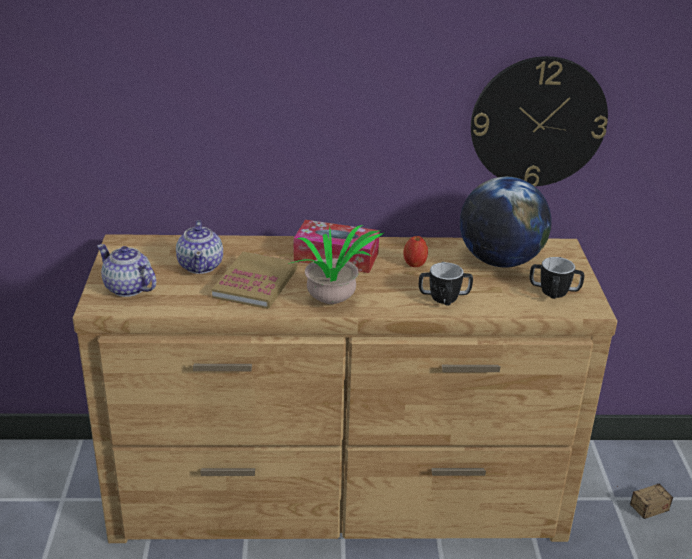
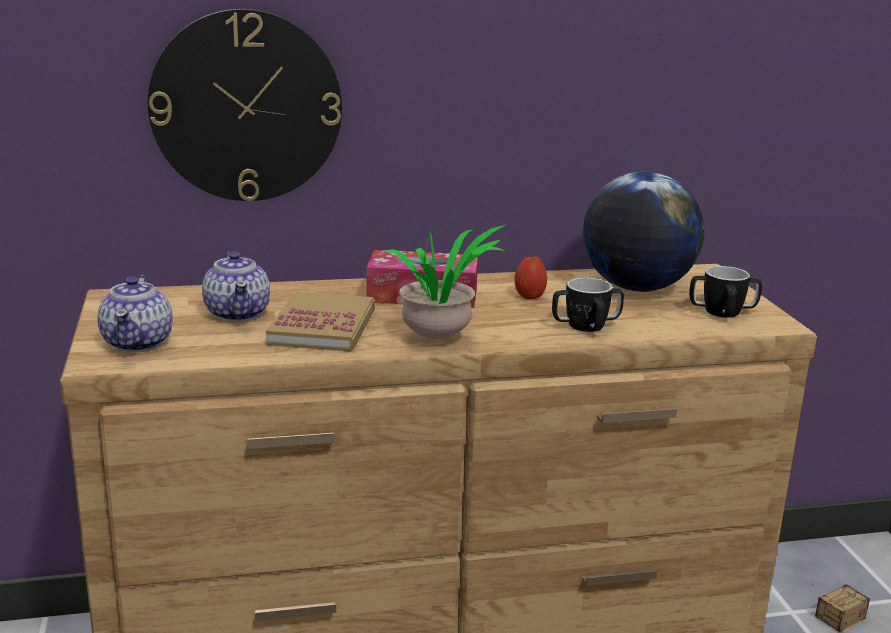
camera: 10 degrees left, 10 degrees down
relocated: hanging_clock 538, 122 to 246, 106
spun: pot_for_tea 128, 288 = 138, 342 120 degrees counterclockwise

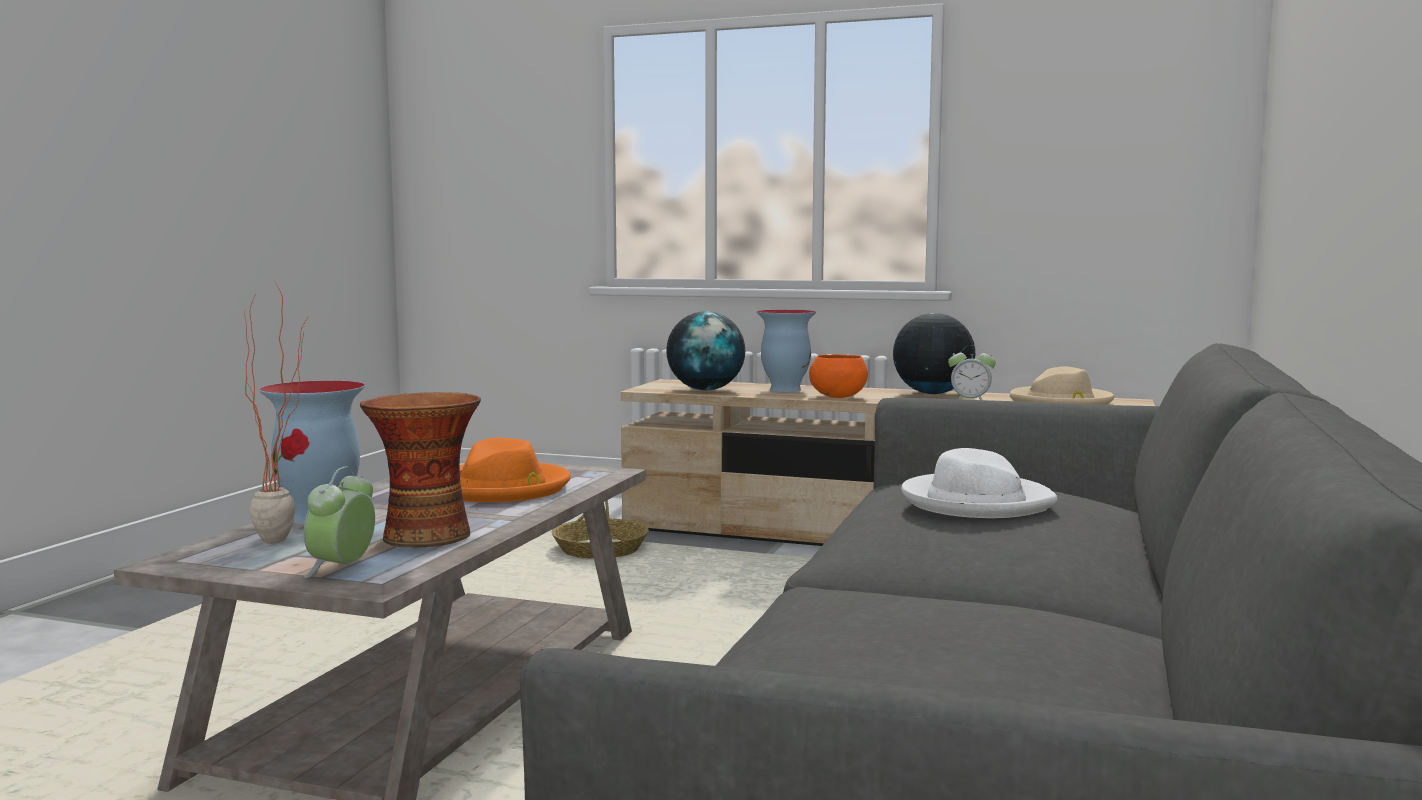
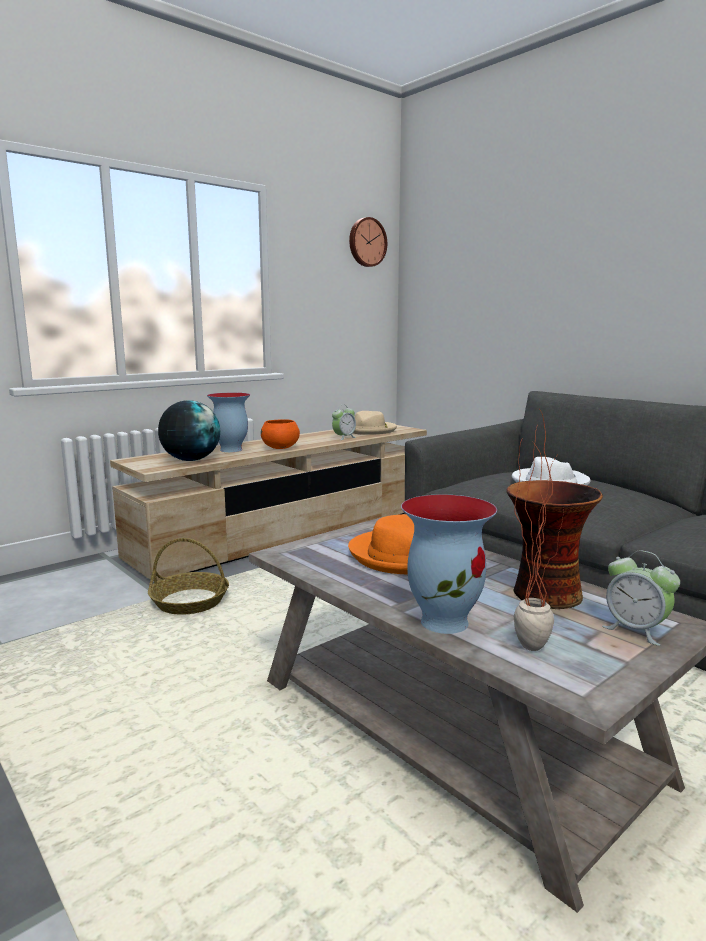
camera: 60 degrees left, 5 degrees up
missing: world_globe 932, 393
appeared: hanging_clock 366, 242

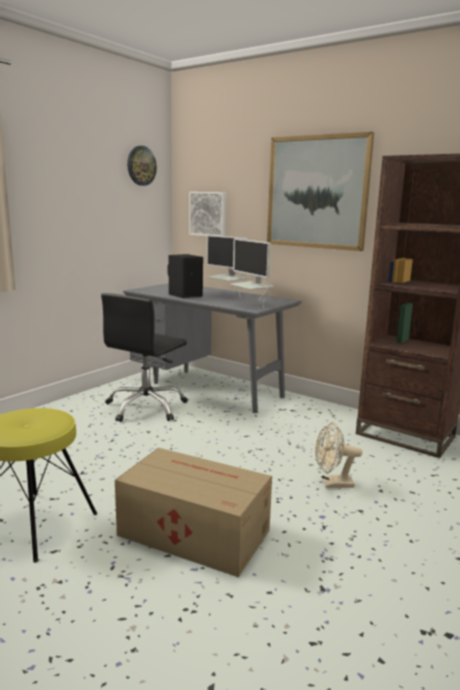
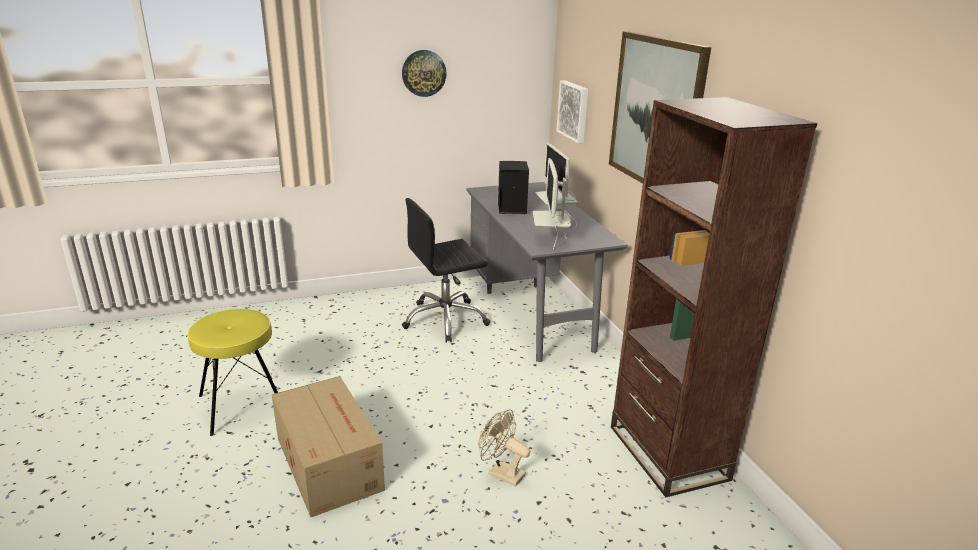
camera: 35 degrees right, 10 degrees up
relocated: hanging_clock 141, 165 to 423, 73

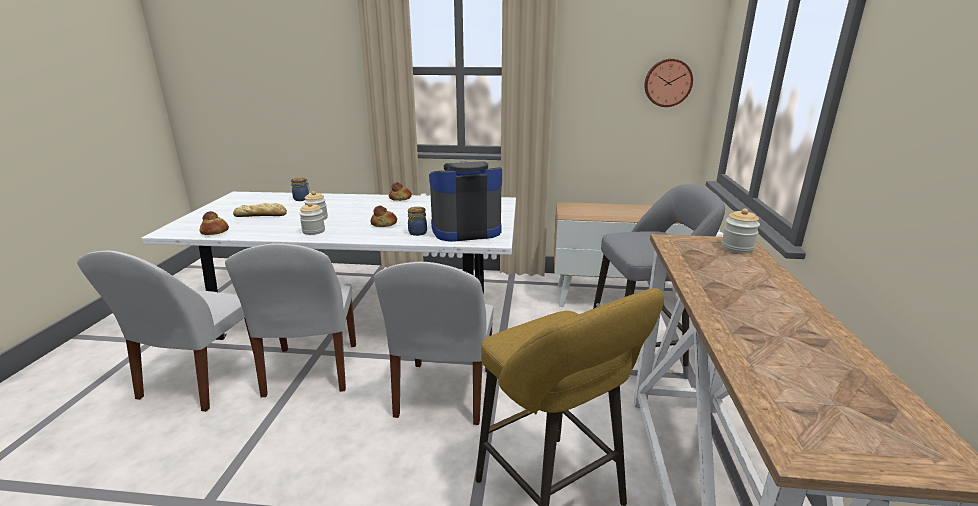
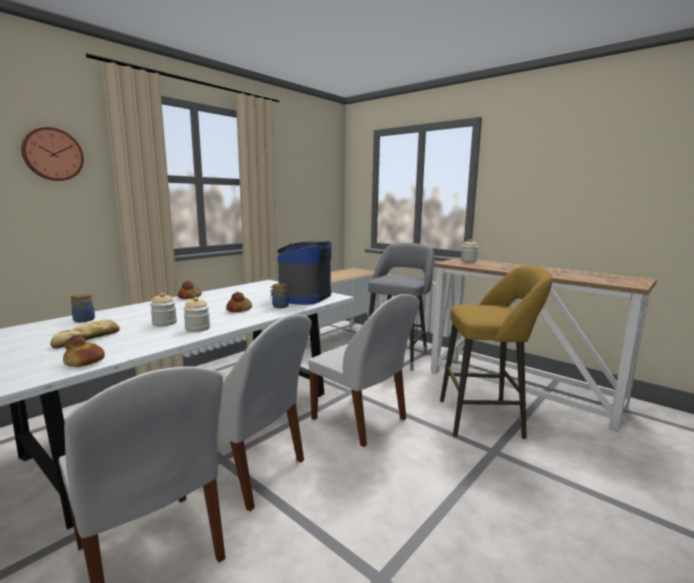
camera: 55 degrees left, 10 degrees down
relocated: hanging_clock 667, 83 to 52, 154

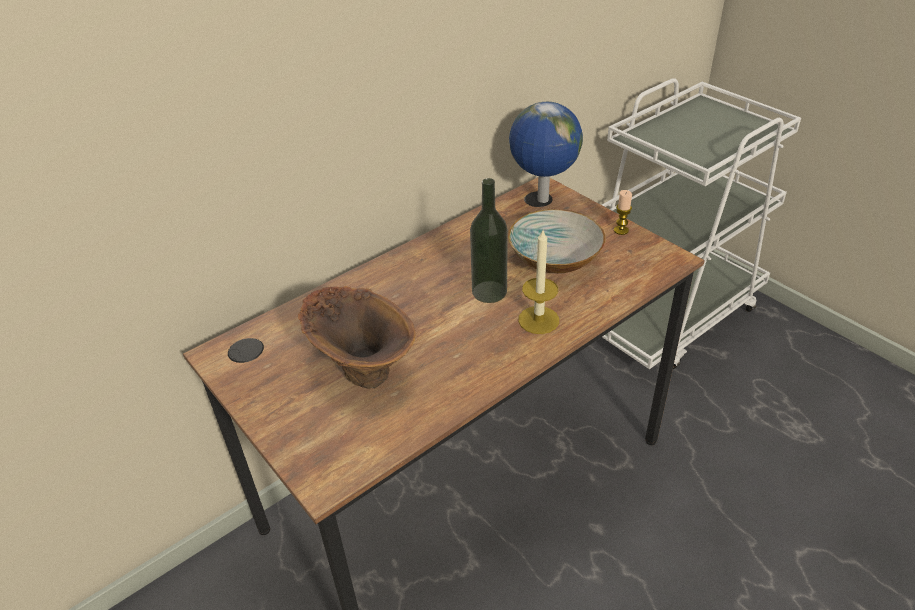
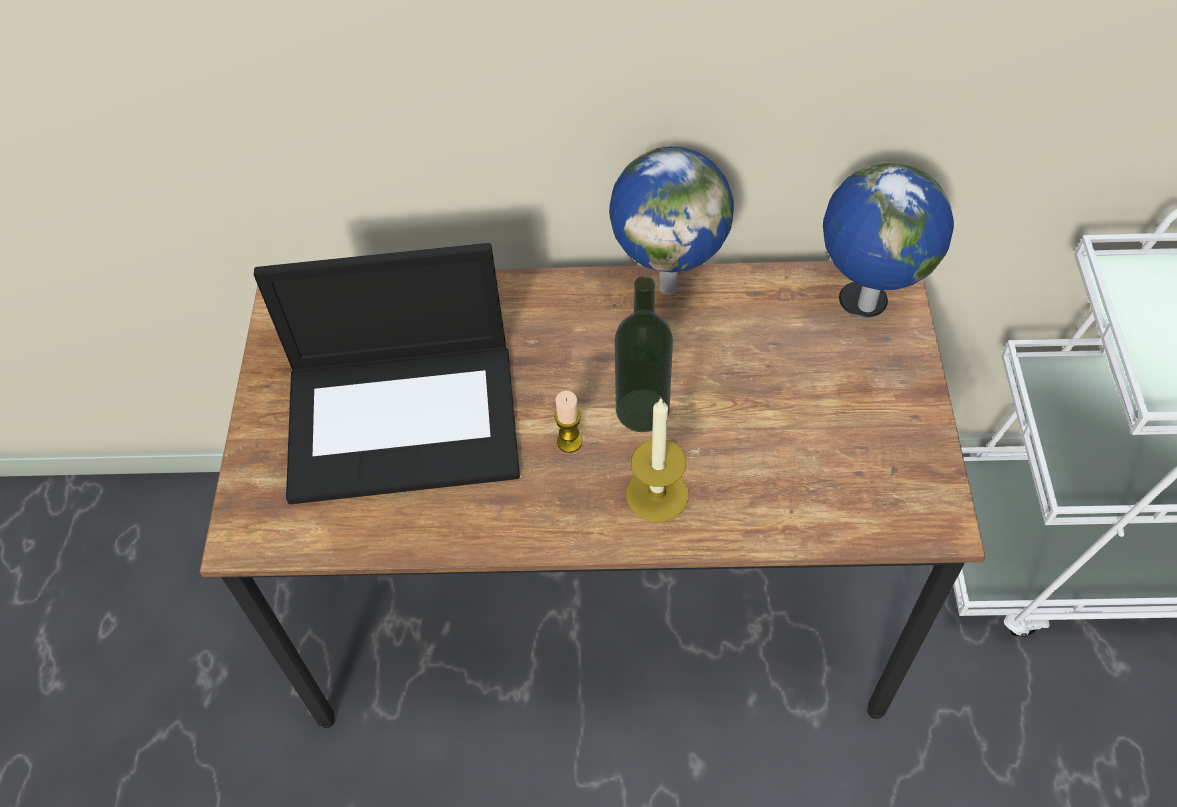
camera: 40 degrees right, 15 degrees up
missing: deep_dish 554, 259
appeared: world_globe 668, 285
relocated: wax_candle 621, 230 to 569, 442
exchanged: brown-coloured_decorative_vase 363, 367 to notebook_computer 405, 419

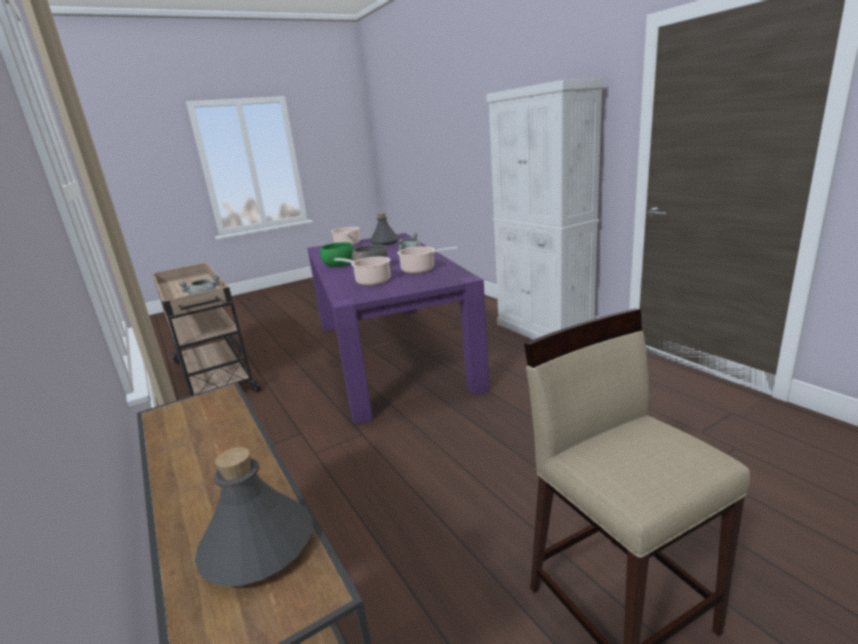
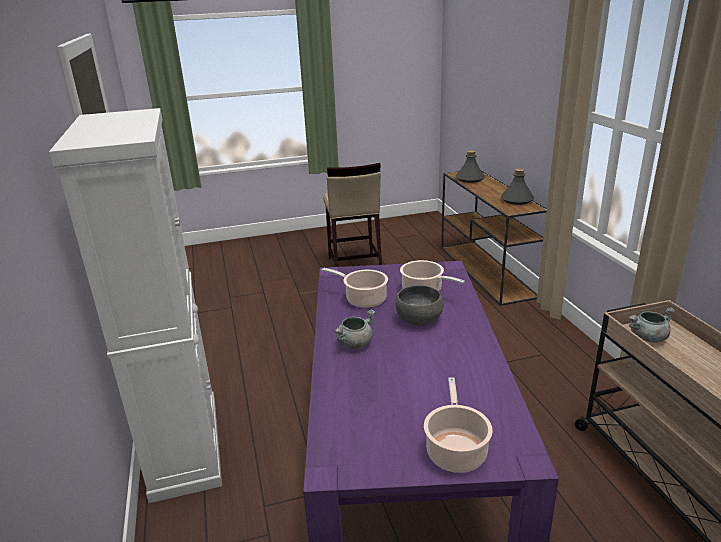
camera: 165 degrees left, 5 degrees up
missing: greenish_deep_dish 339, 265
relocated: gray_bottle 385, 242 to 516, 200

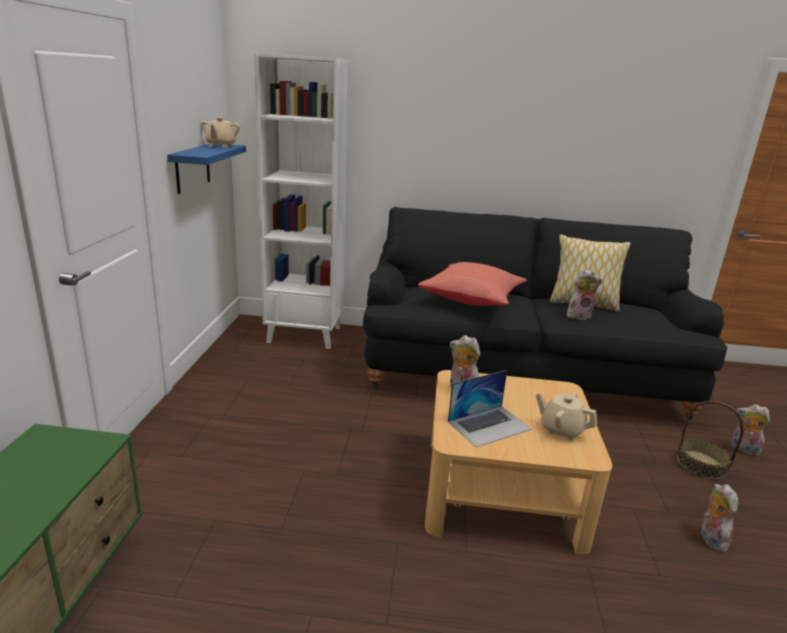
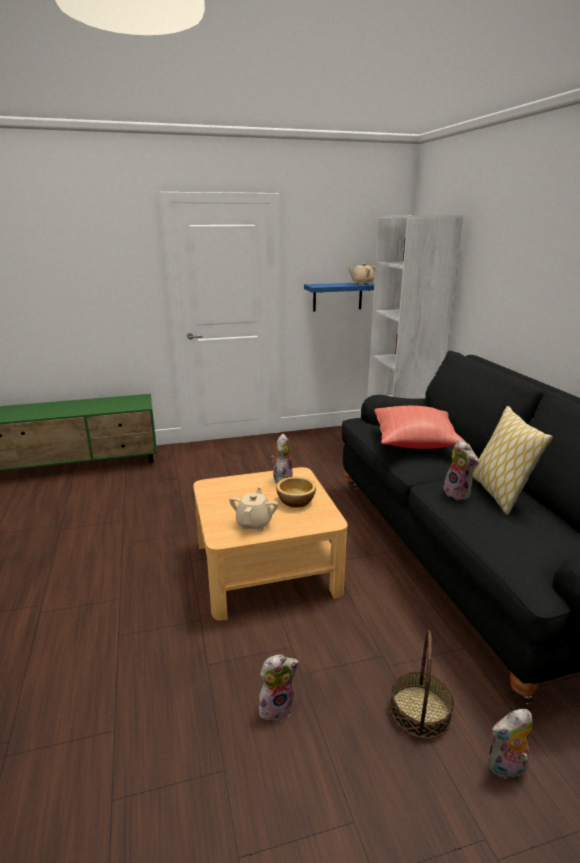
camera: 70 degrees right, 0 degrees up
missing: notebook_computer 489, 425
appeared: deep_dish 296, 501
spun: soft_toy 743, 449 = 506, 768 120 degrees counterclockwise

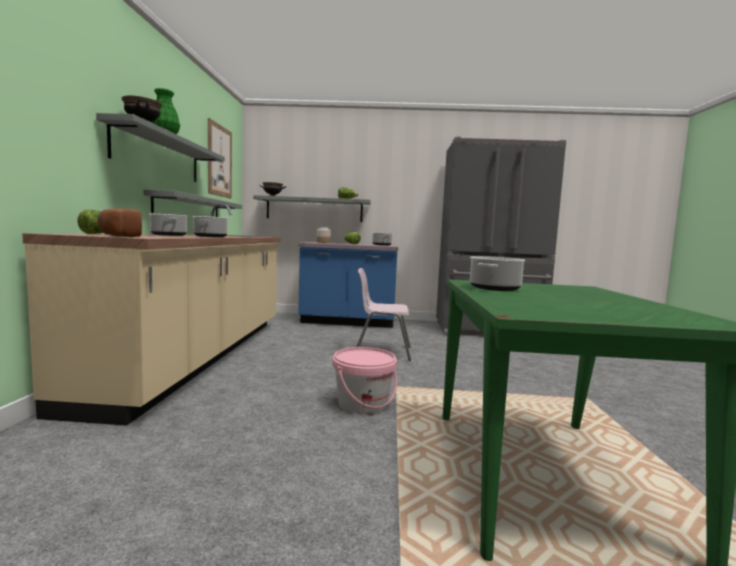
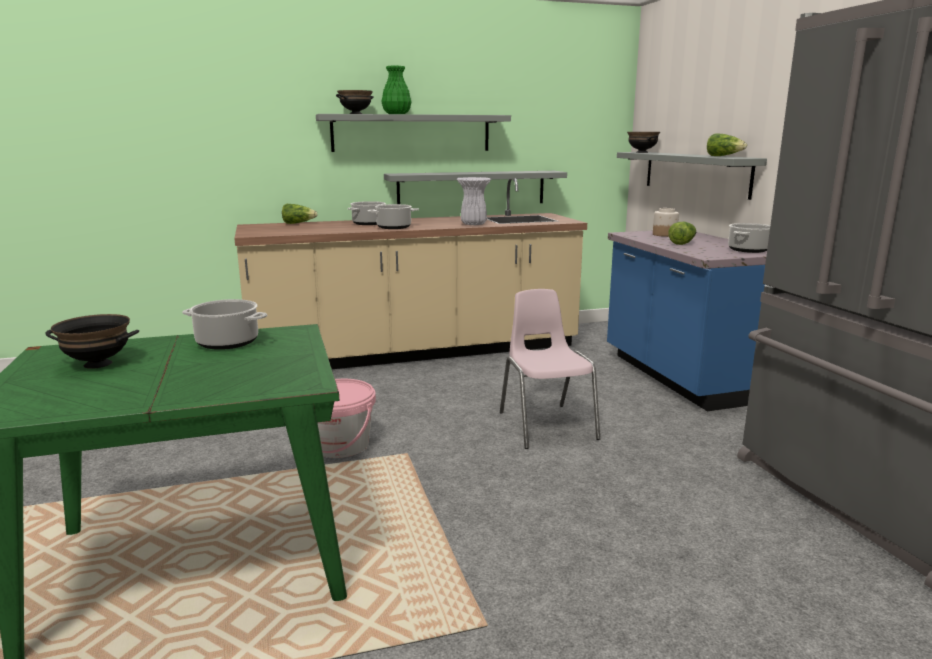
camera: 70 degrees right, 10 degrees up
missing: picture 219, 161; bakery_bread 117, 236
appeared: white-coloured_decorative_vase 473, 224; blackish_deep_dish 98, 364

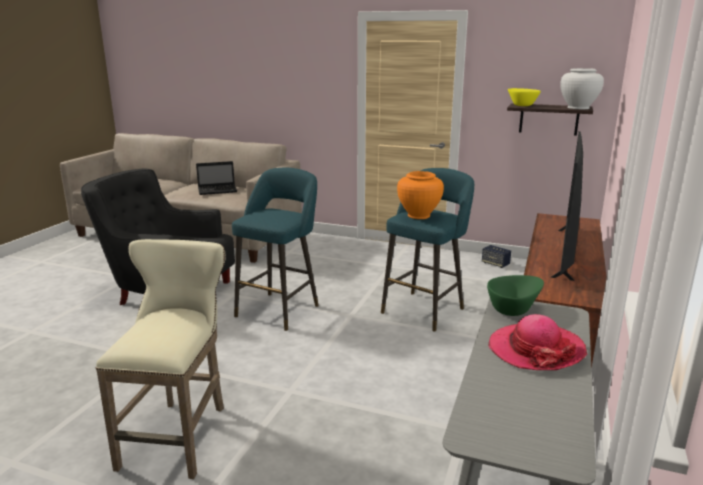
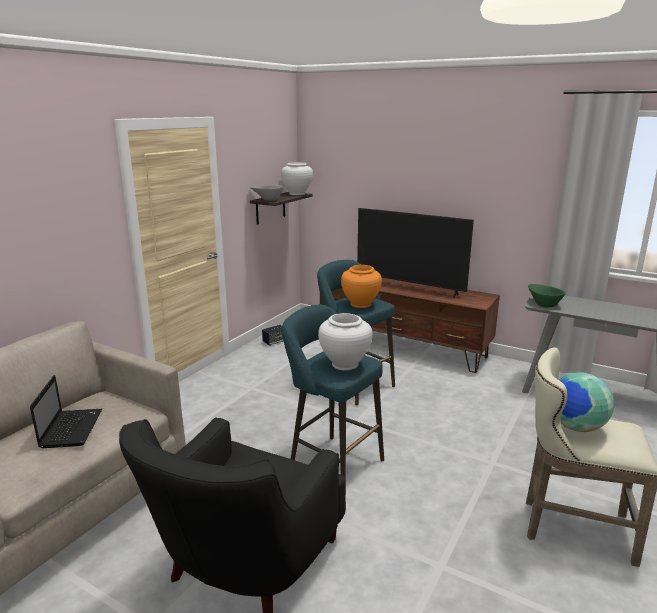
camera: 80 degrees left, 0 degrees up
missing: clothing_hat 535, 349
appeared: white-coloured_decorative_vase 345, 364; world_globe 575, 427
colour: yellow-coloured_deep_dish 521, 105 to gray_deep_dish 267, 200

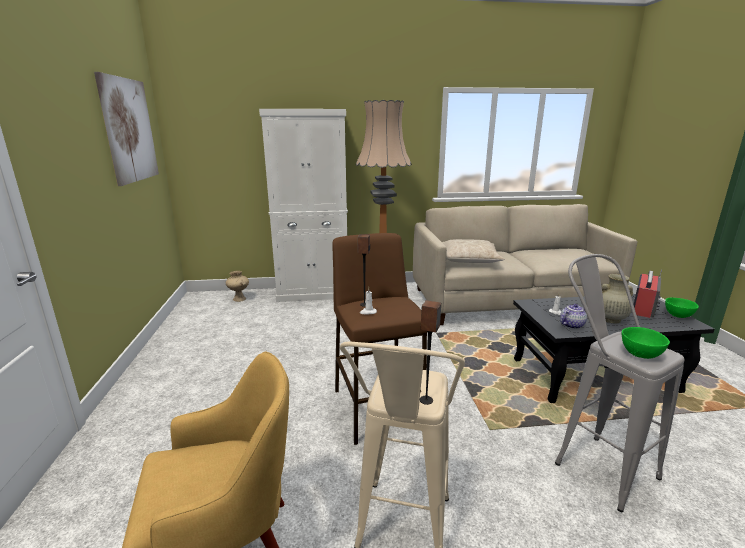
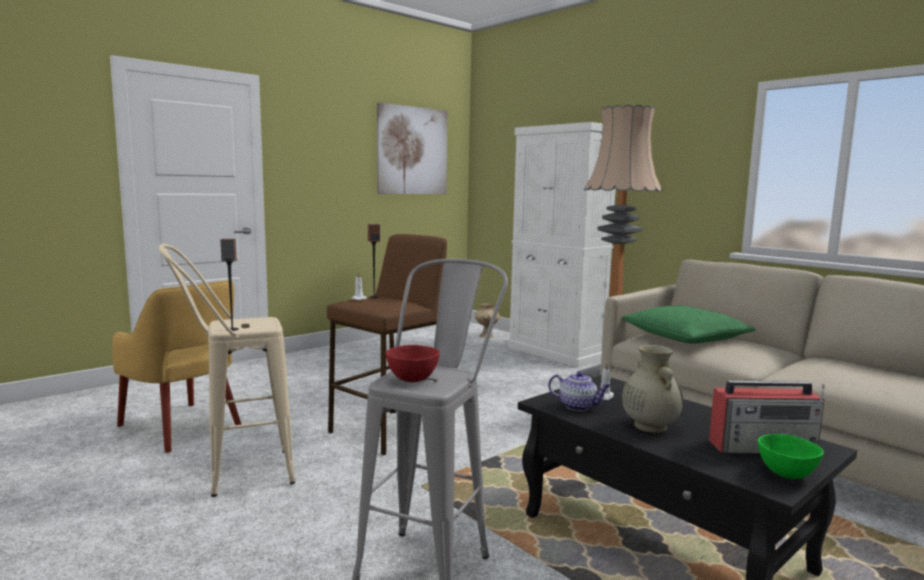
camera: 55 degrees right, 10 degrees down
colour: sand-coloured_pillow 469, 259 to greenish_pillow 684, 337; greenish_deep_dish 641, 355 to red-coloured_deep_dish 412, 380

